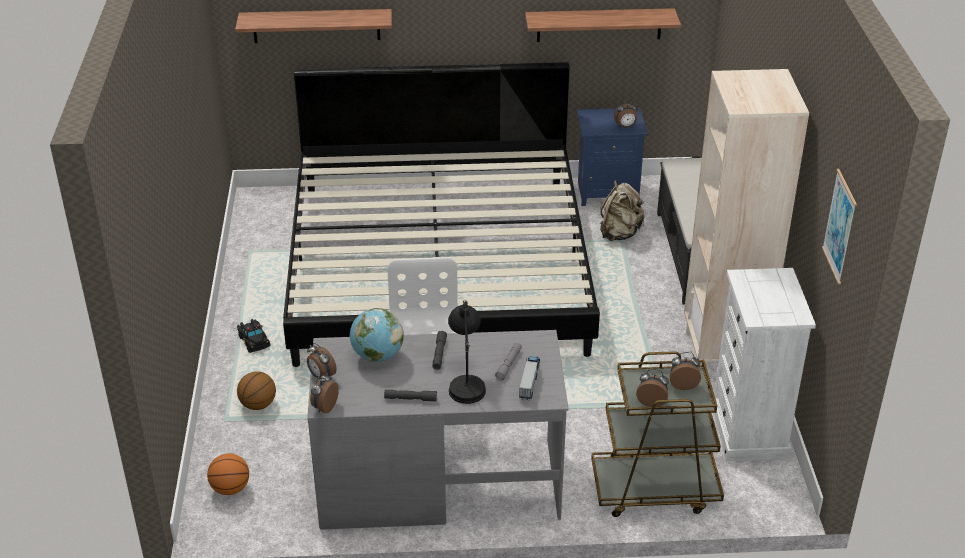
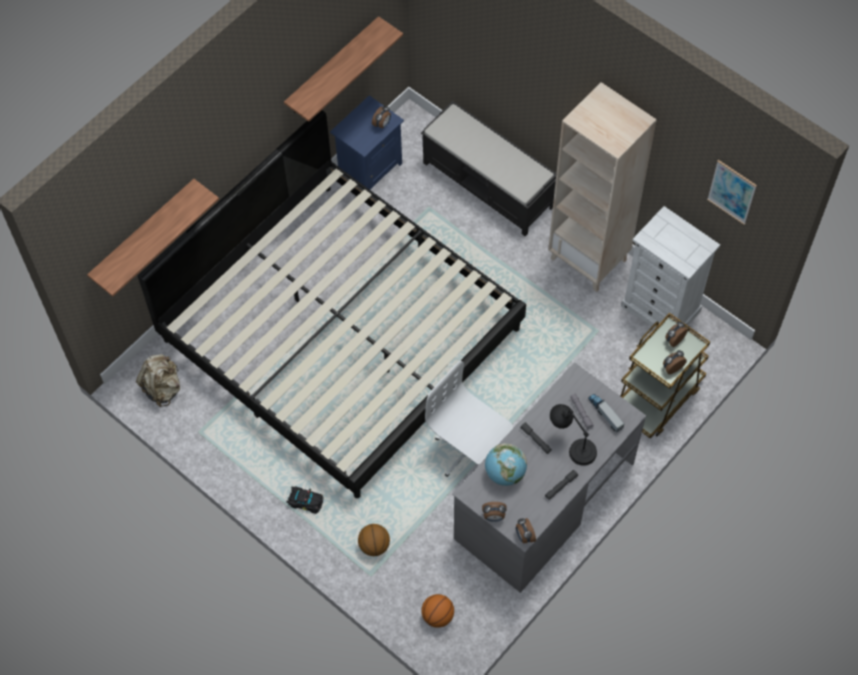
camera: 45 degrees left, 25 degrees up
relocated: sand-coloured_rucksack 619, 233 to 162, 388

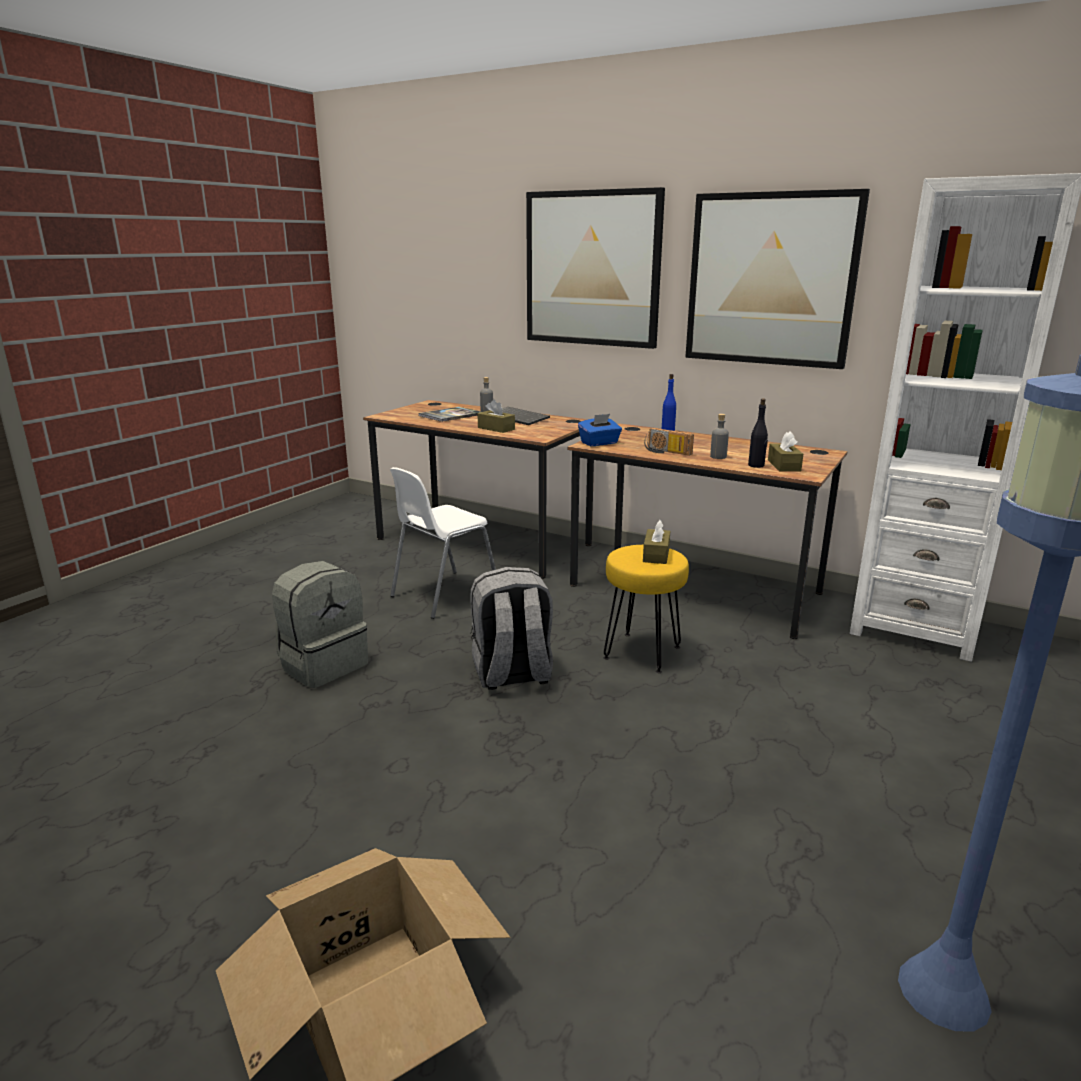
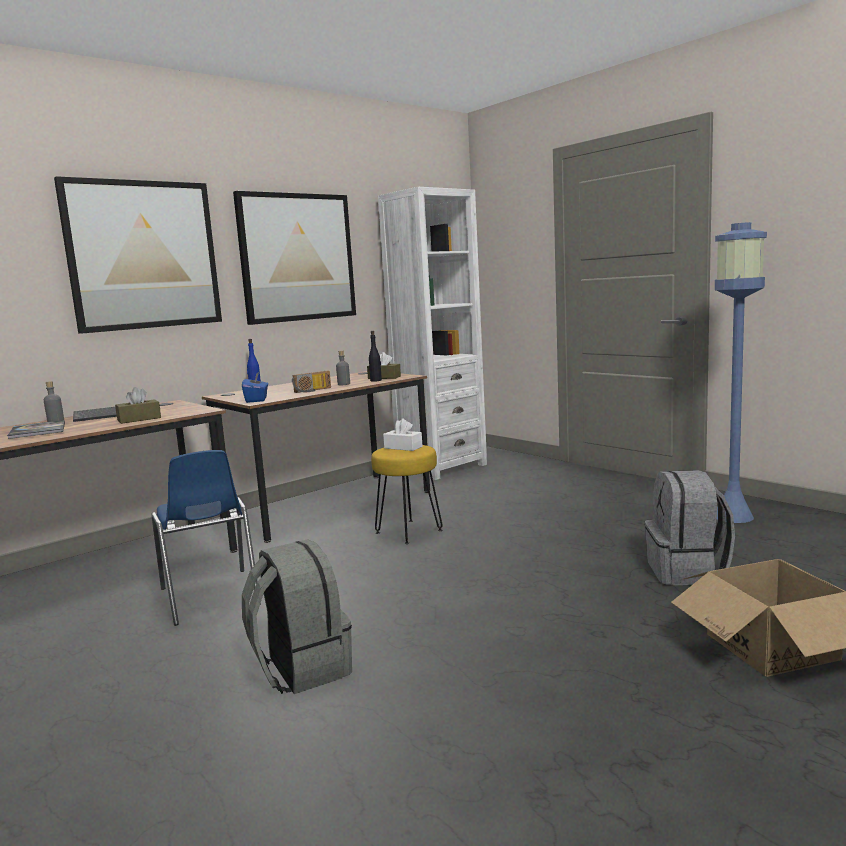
camera: 70 degrees left, 10 degrees down
relocated: gray_rucksack 512, 674 to 687, 572
colour: white-coloured_chair 444, 594 to bluish_chair 210, 597; brown-coloured_tissue_box 656, 555 to white-coloured_tissue_box 403, 447

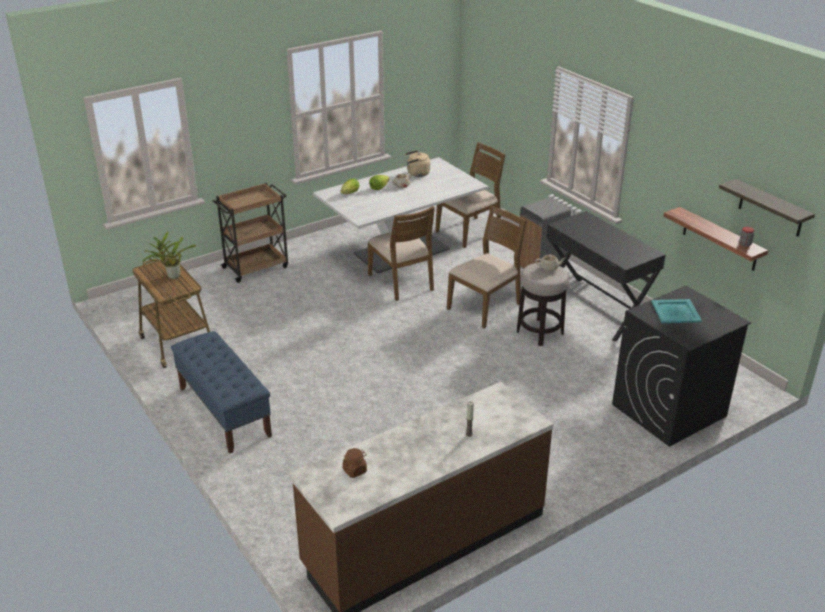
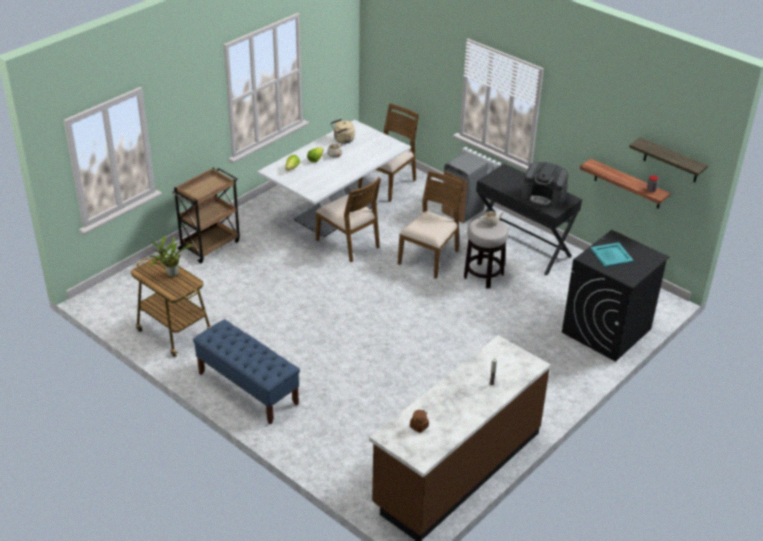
camera: 15 degrees left, 5 degrees up
appeared: coffee_machine 544, 196

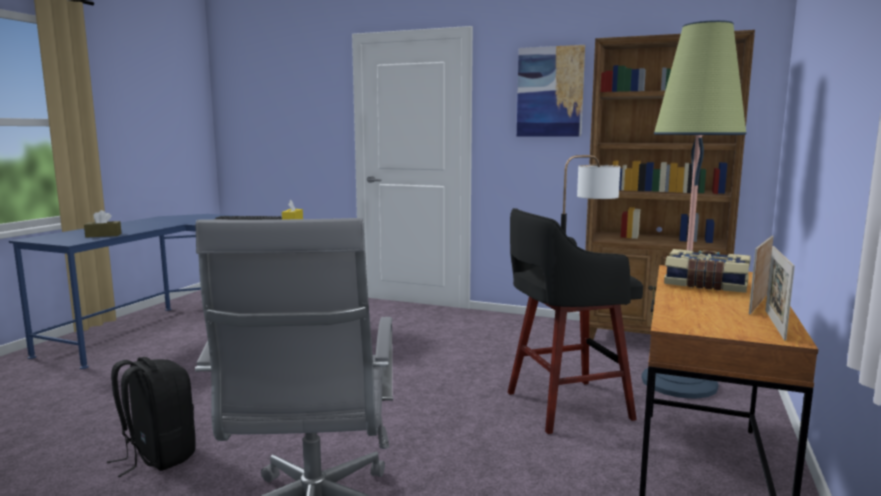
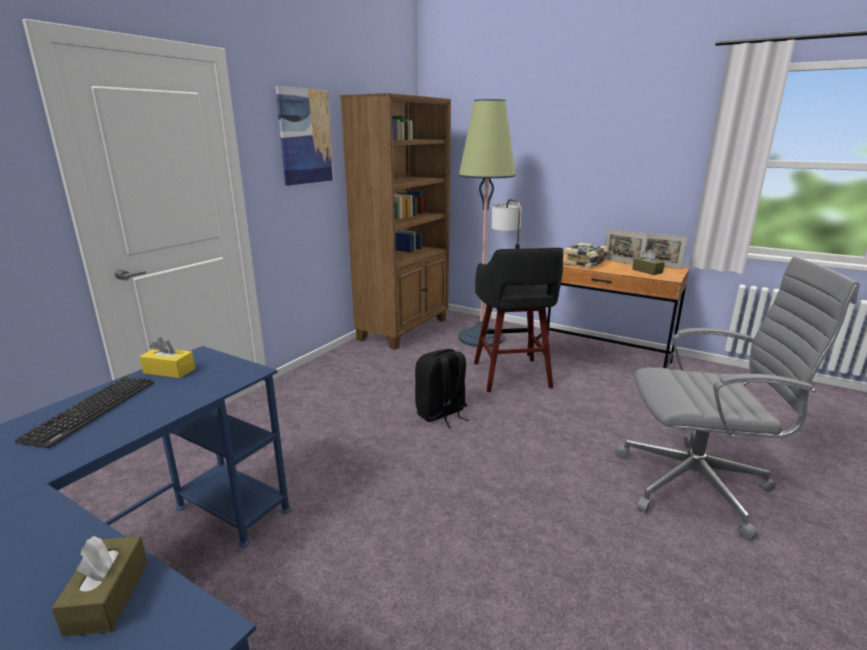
camera: 80 degrees left, 10 degrees up
appeared: brown-coloured_tissue_box 647, 271
relocated: blackish_rucksack 158, 456 to 441, 414

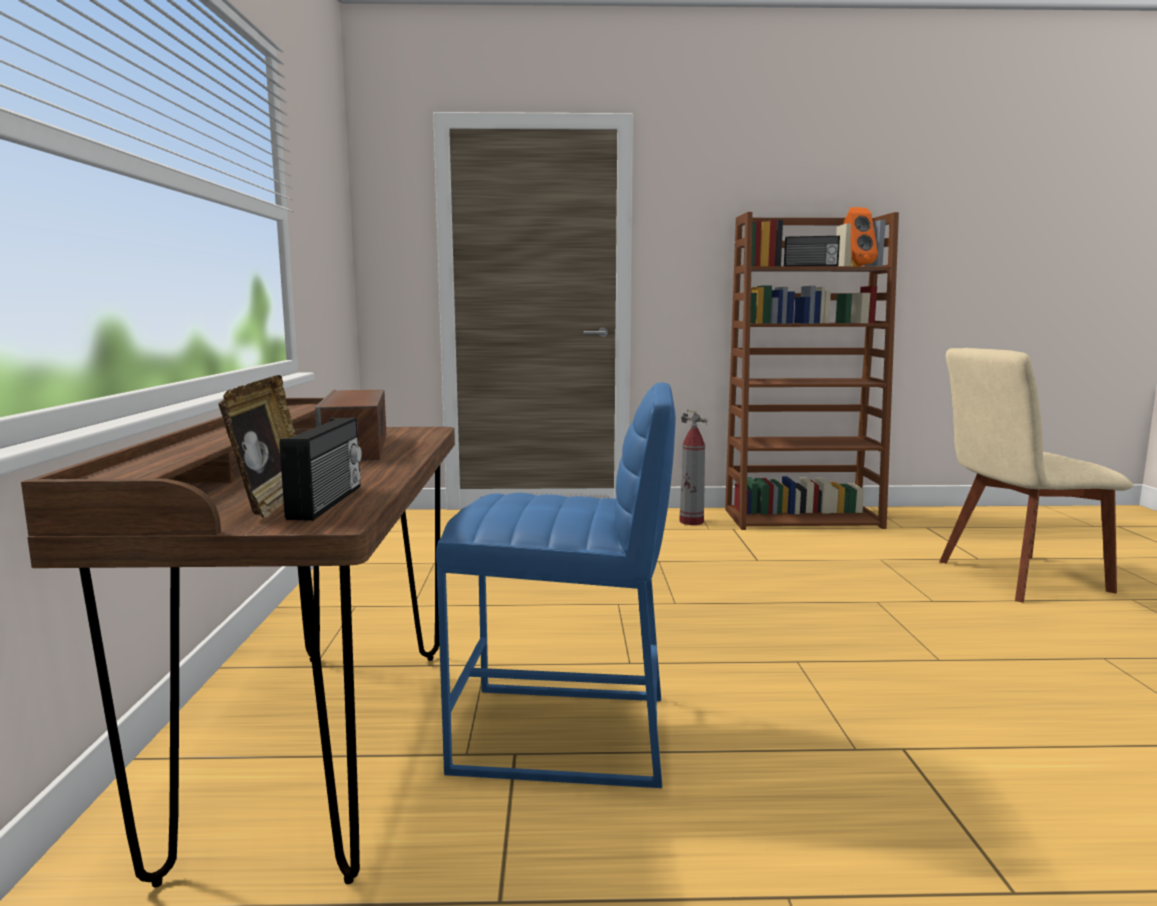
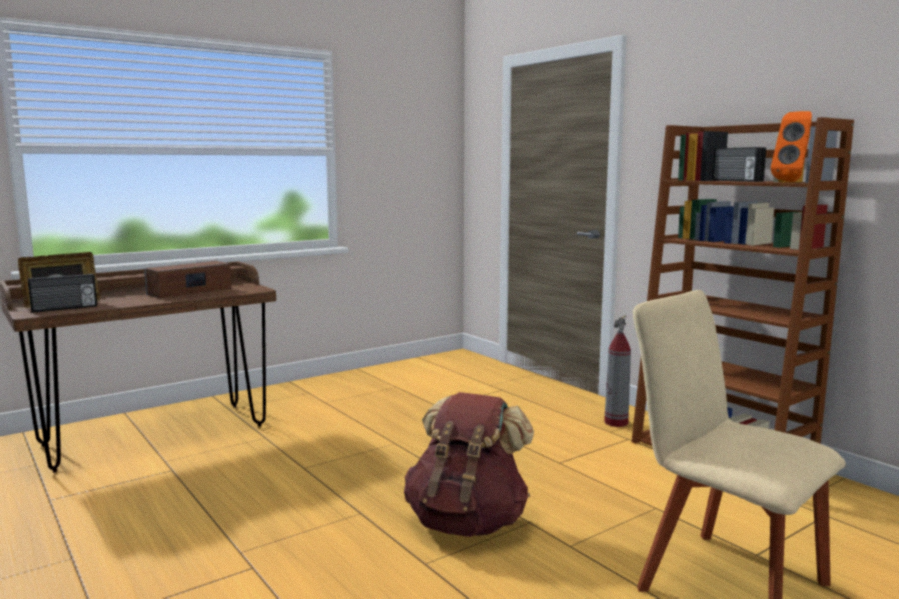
camera: 55 degrees right, 0 degrees up
missing: bluish_sitting_stool 563, 735
appeared: brown-coloured_rucksack 467, 522

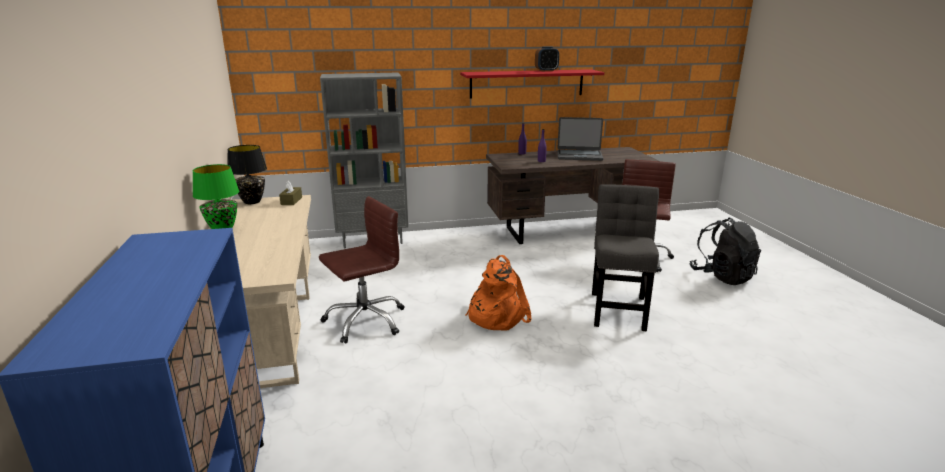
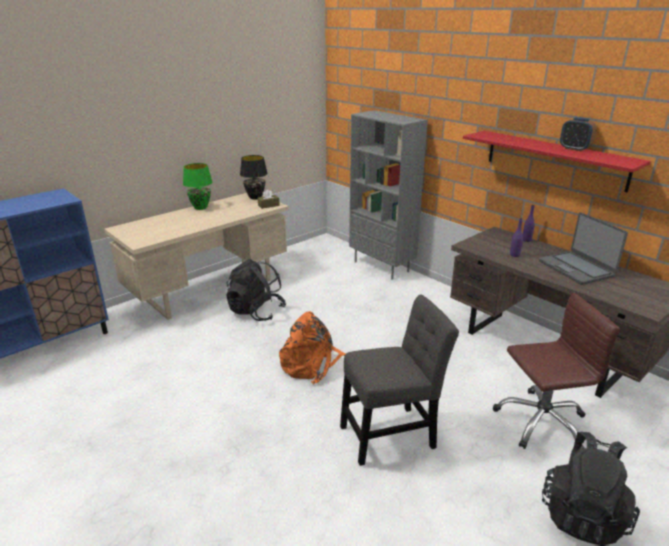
camera: 60 degrees right, 5 degrees up
exchanged: brown-coloured_computer_chair 365, 320 to blackish_rucksack 256, 312

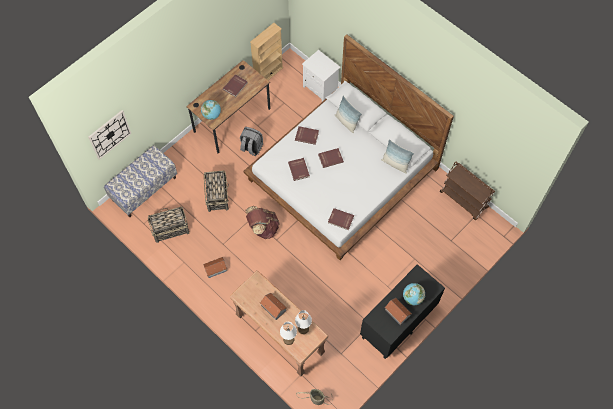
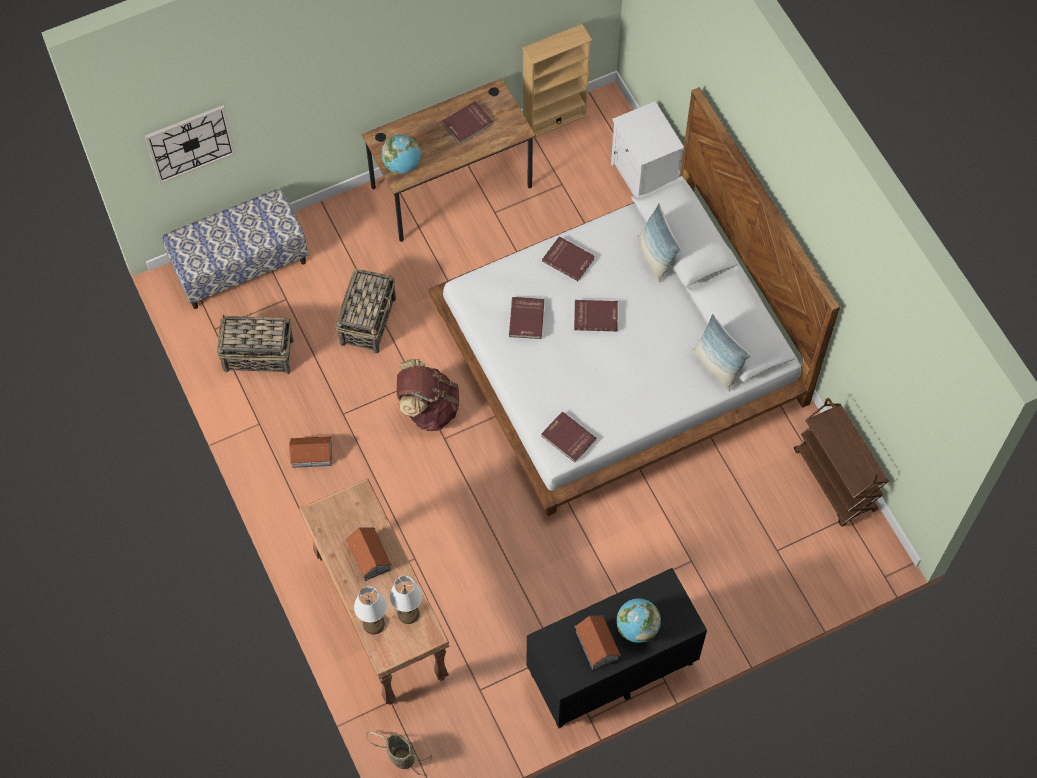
camera: 20 degrees right, 0 degrees up
missing: gray_rucksack 251, 148

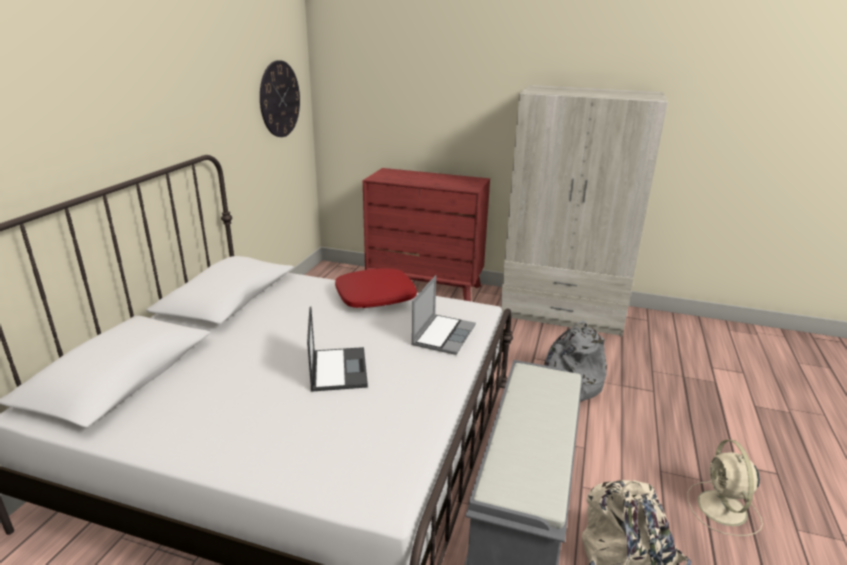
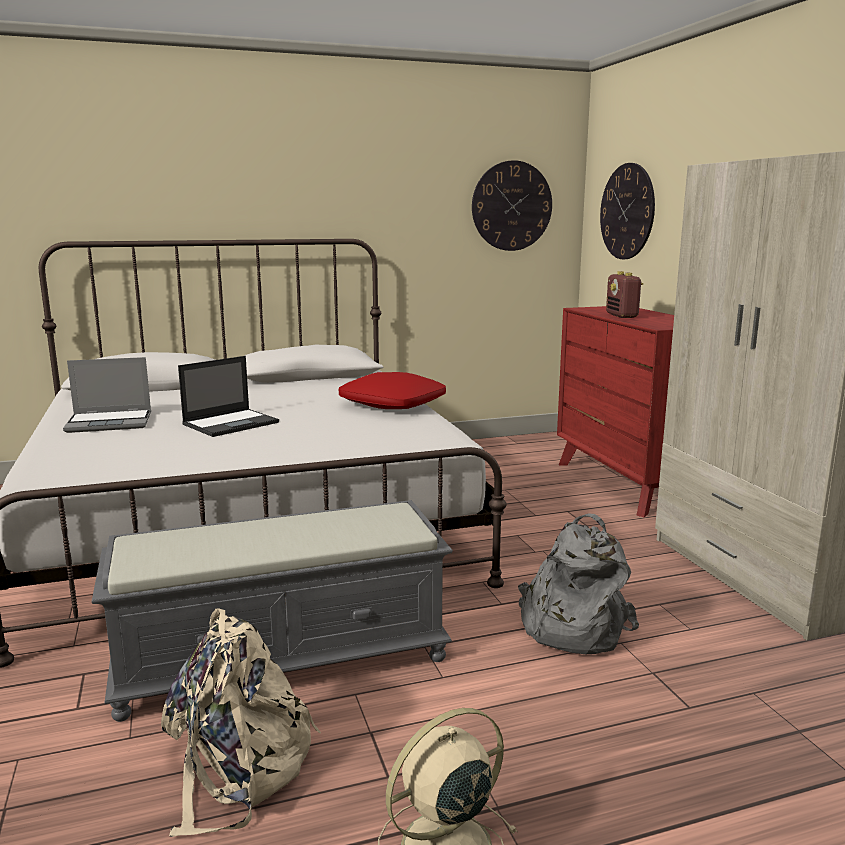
camera: 55 degrees right, 10 degrees down
appeared: hanging_clock 627, 211; radio 622, 316
relocated: notebook_computer 443, 335 to 111, 422

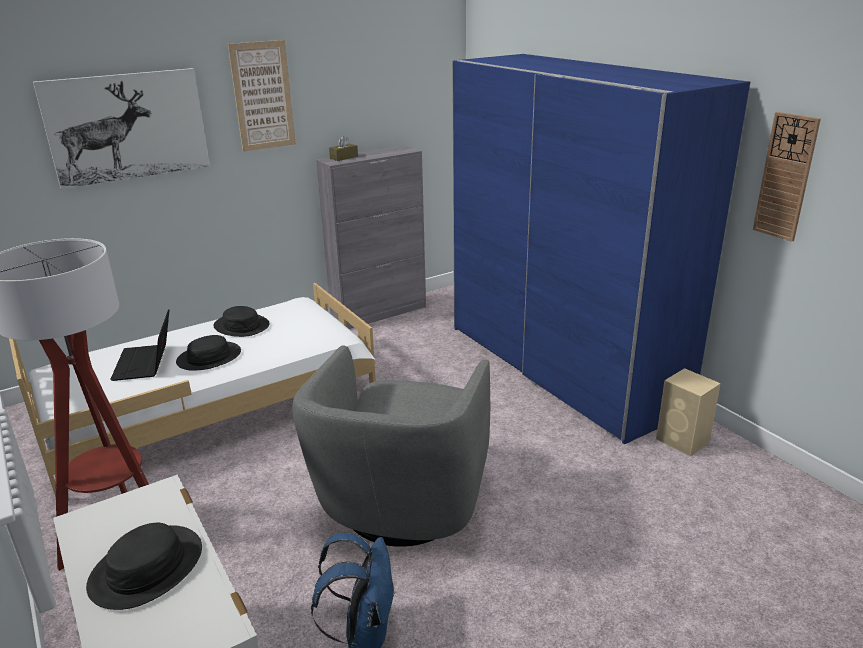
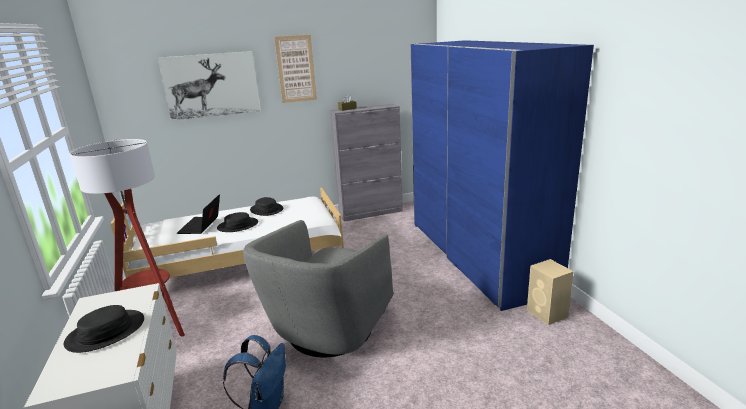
camera: 15 degrees right, 5 degrees down
missing: hanging_clock 785, 177

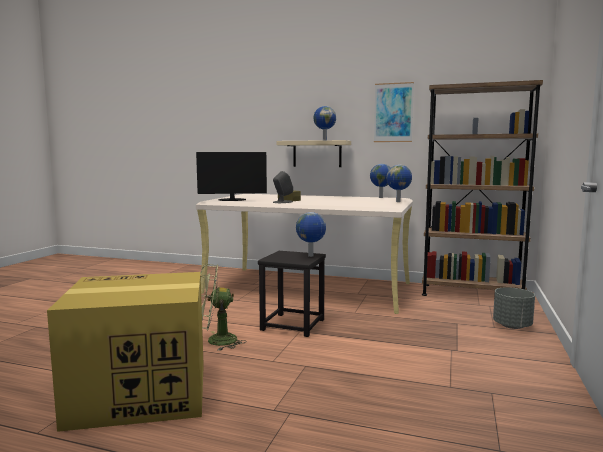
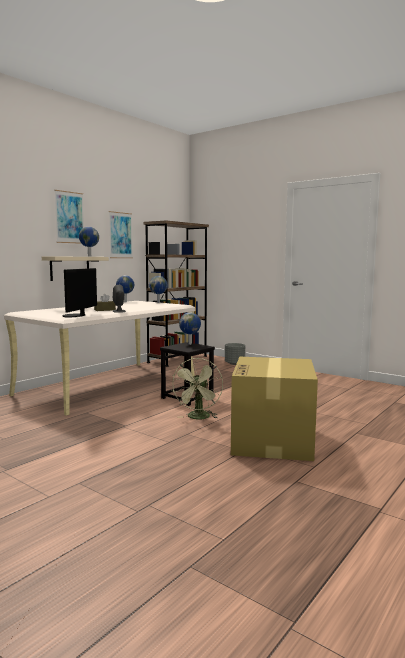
camera: 70 degrees left, 0 degrees up
appeared: picture 69, 217

